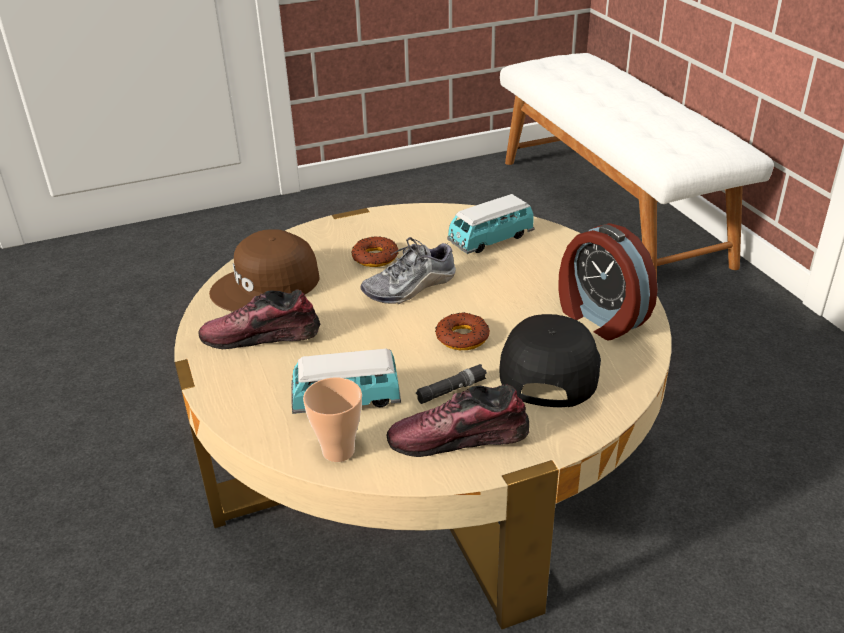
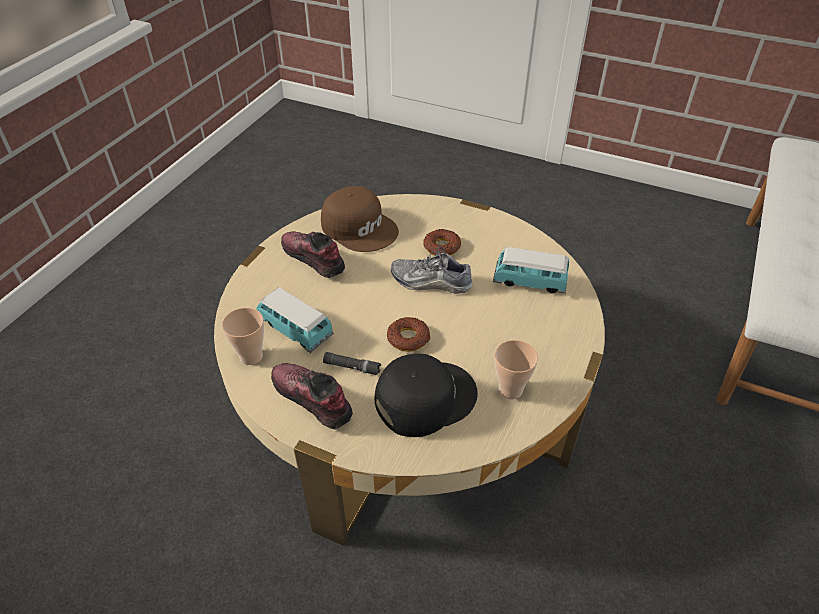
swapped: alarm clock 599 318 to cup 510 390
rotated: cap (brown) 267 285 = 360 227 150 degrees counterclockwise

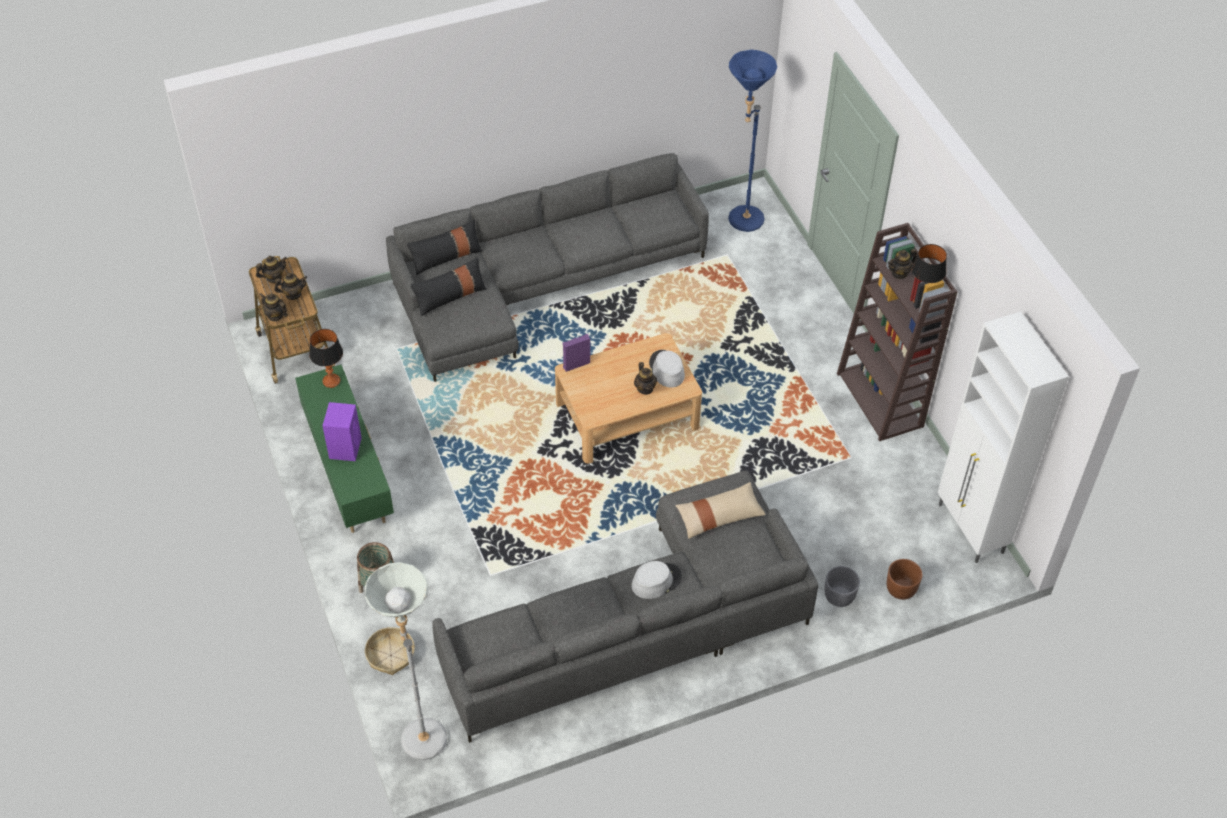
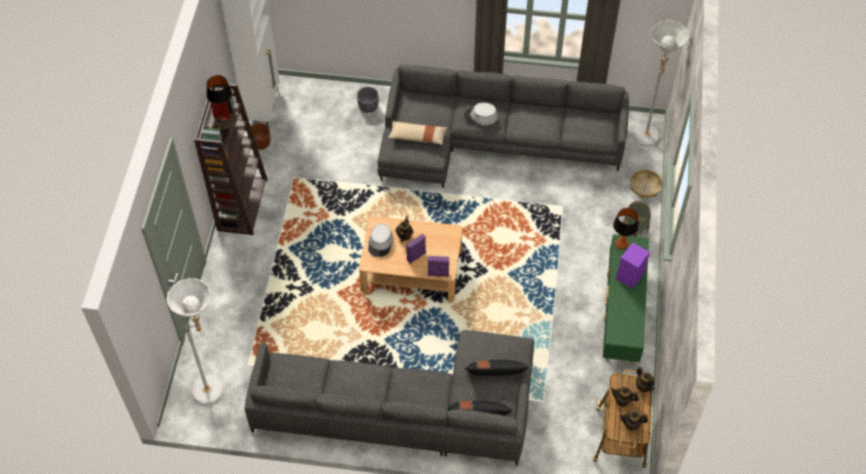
new: speaker (purple) 416 257
shifted: table lamp 331 381 to 622 244; planter (brown) 901 589 to 260 143
repainted: floor lamp (blue) 740 223 to floor lamp (white) 214 389

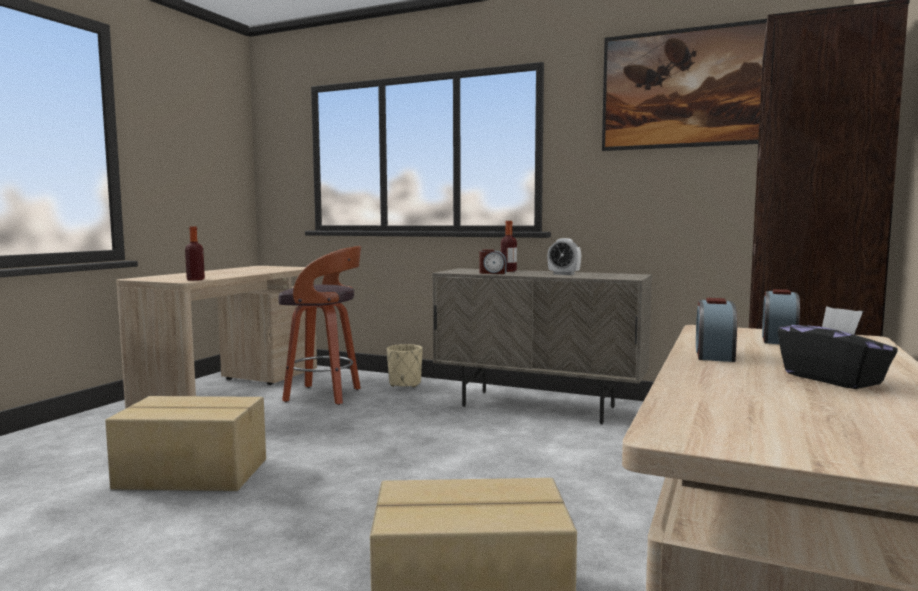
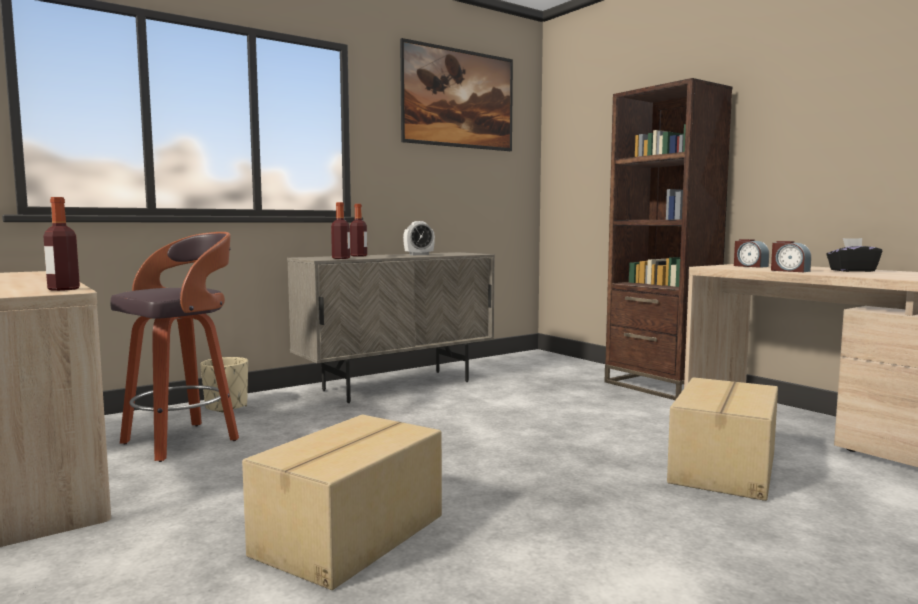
gone: alarm clock 492 273
new: bottle 341 258

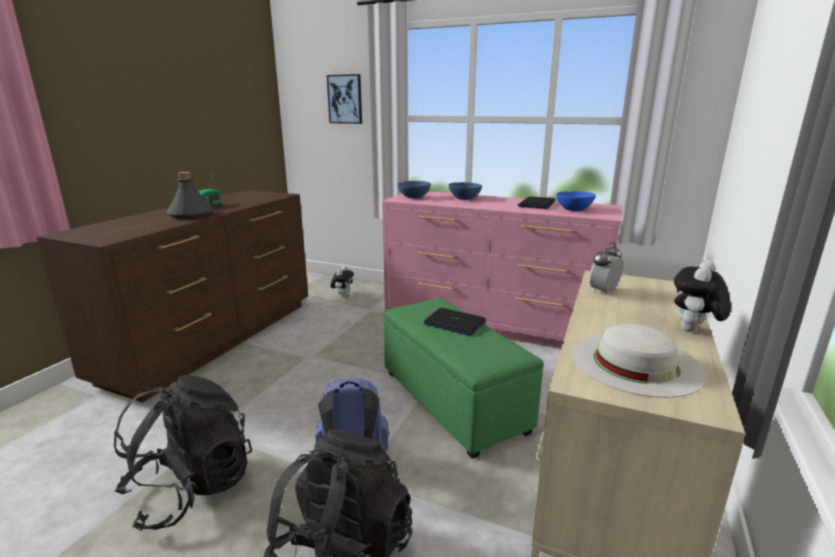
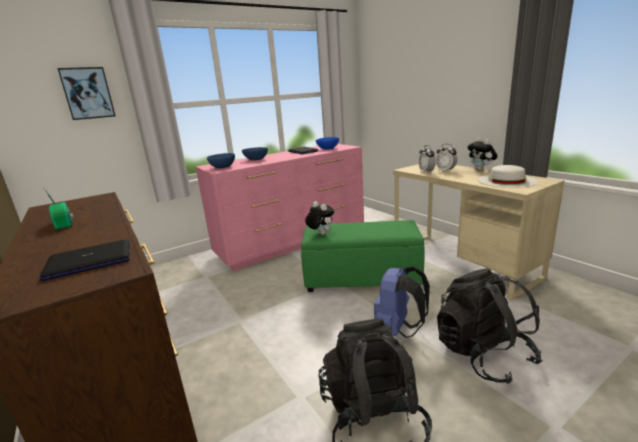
gone: bottle (grey) 191 215
new: alarm clock 445 170
shifted: plush toy 343 295 to 320 234; laptop 454 323 to 89 261

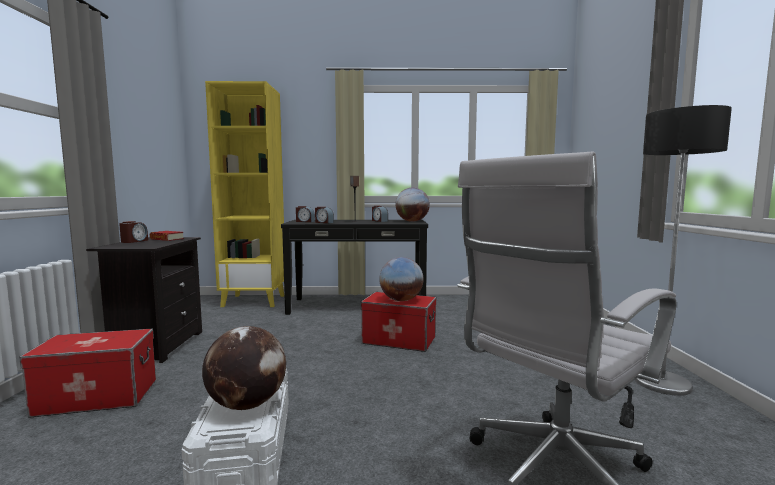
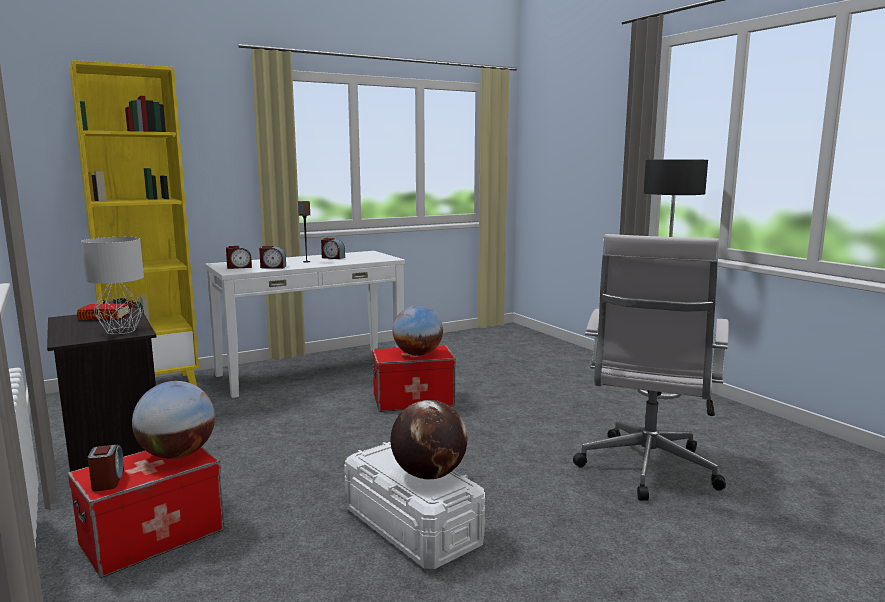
new: table lamp (grey) 120 330
shifted: globe 412 221 to 178 454; alarm clock 134 241 to 108 480
repainted: console table (black) 357 306 to console table (white) 311 371

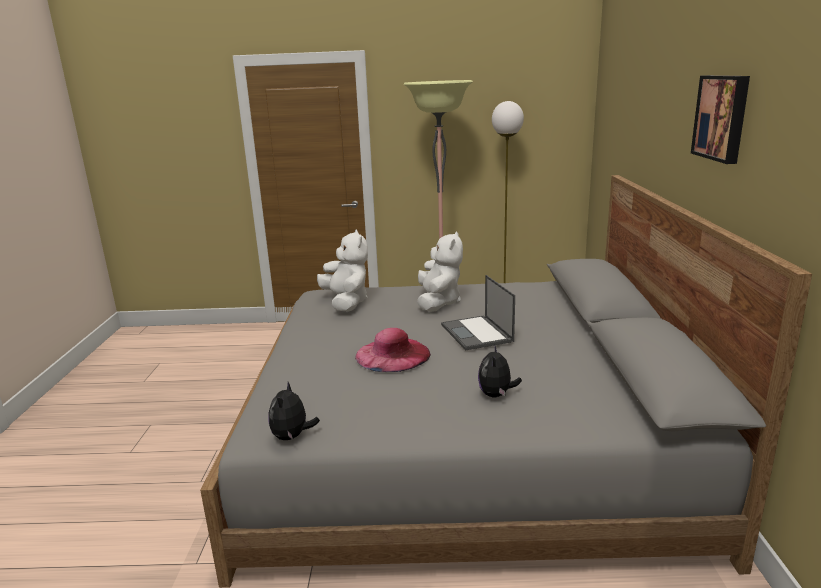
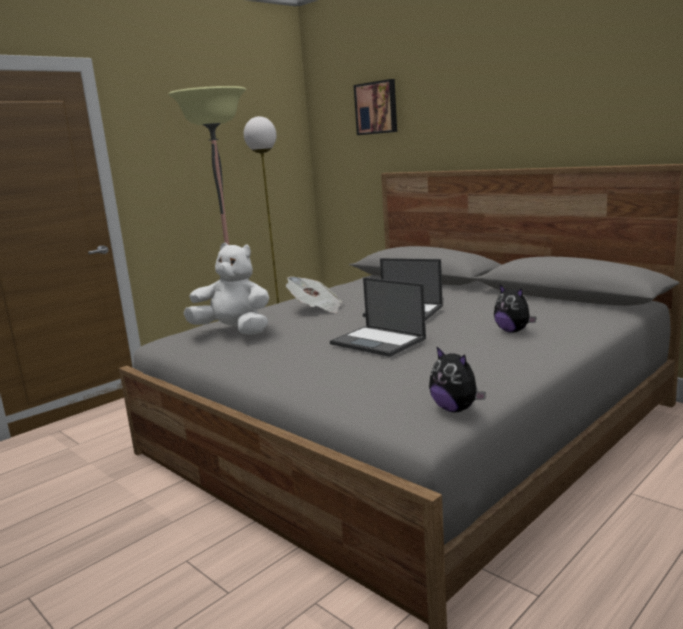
shifted: picture 722 117 to 377 108
swapped: plush toy (white) 438 302 to newspaper 316 309; hat (pink) 392 354 to laptop 379 341

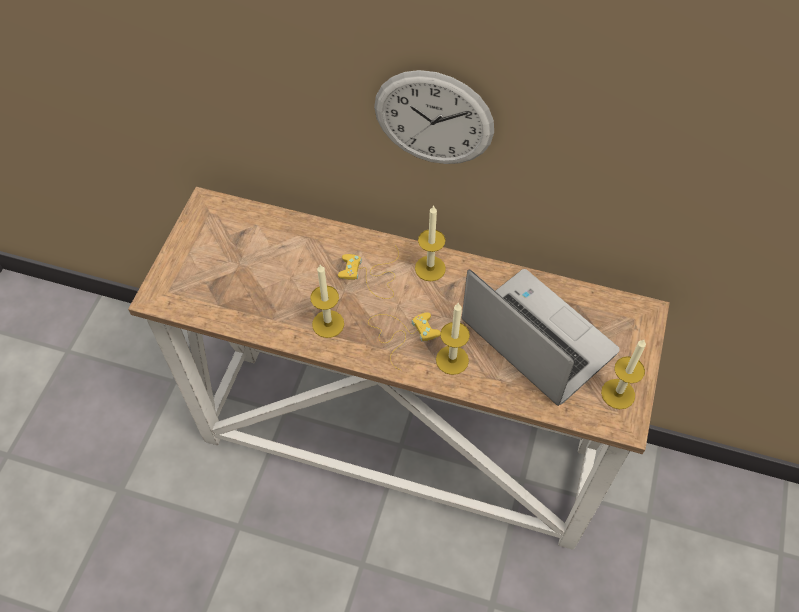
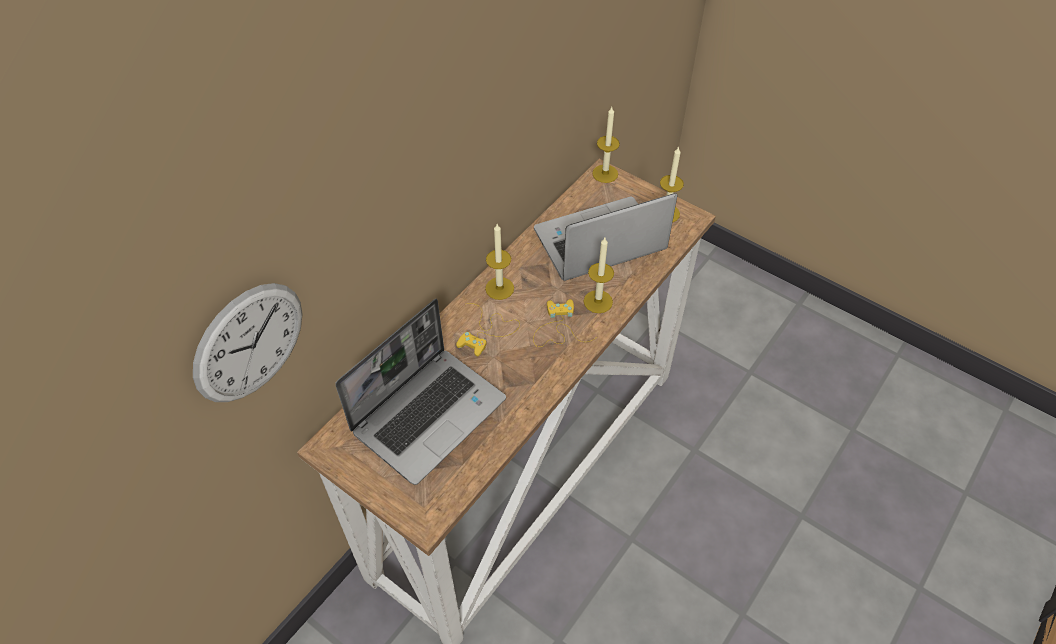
new: laptop 429 413
shifted: wall clock 433 119 to 249 343; candle 328 324 to 605 173

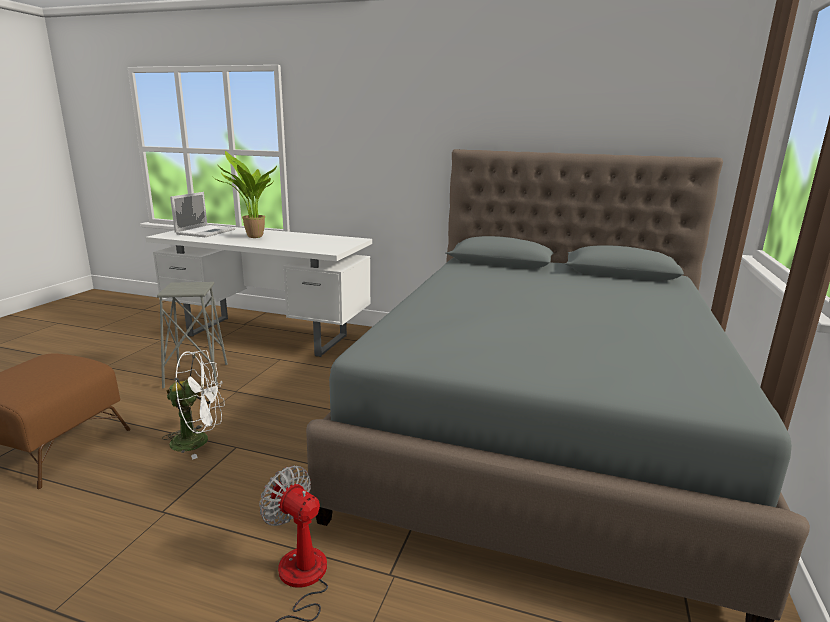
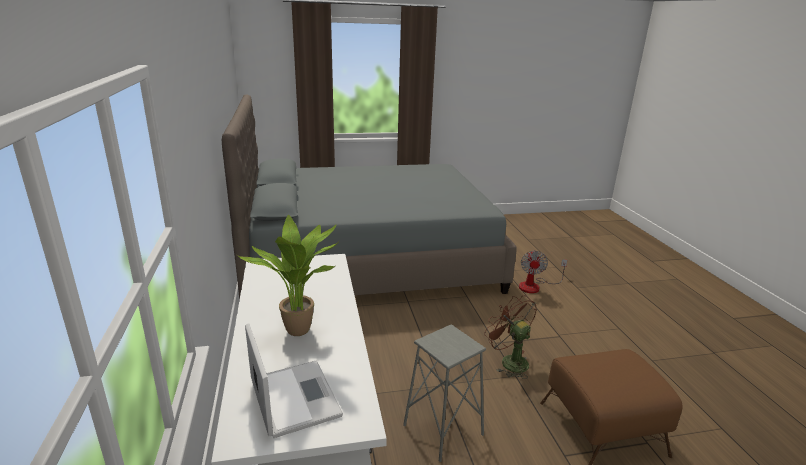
repainted: fan (white) 199 440 to fan (brown) 509 361
rotated: laptop 206 231 = 293 396 75 degrees clockwise

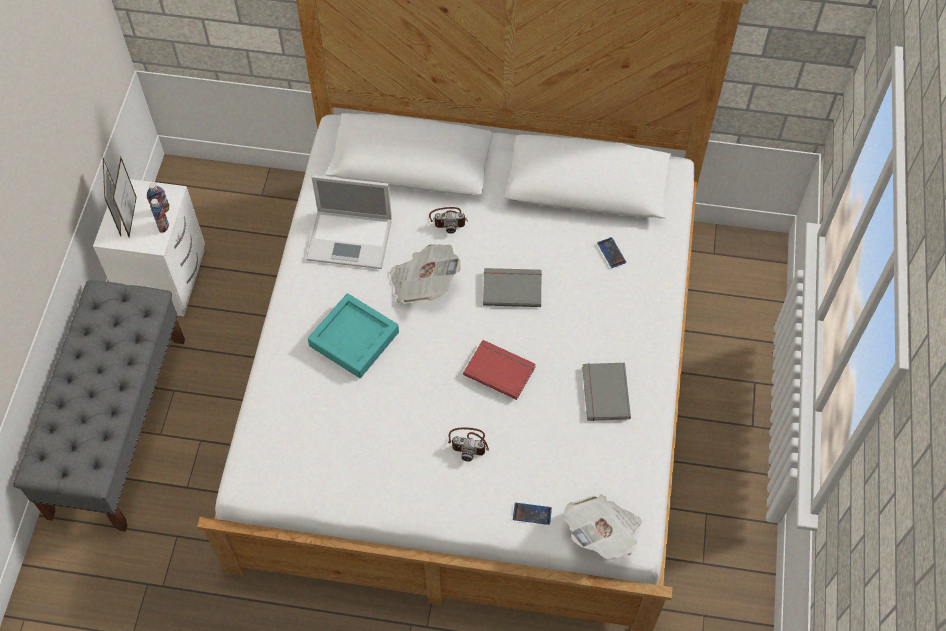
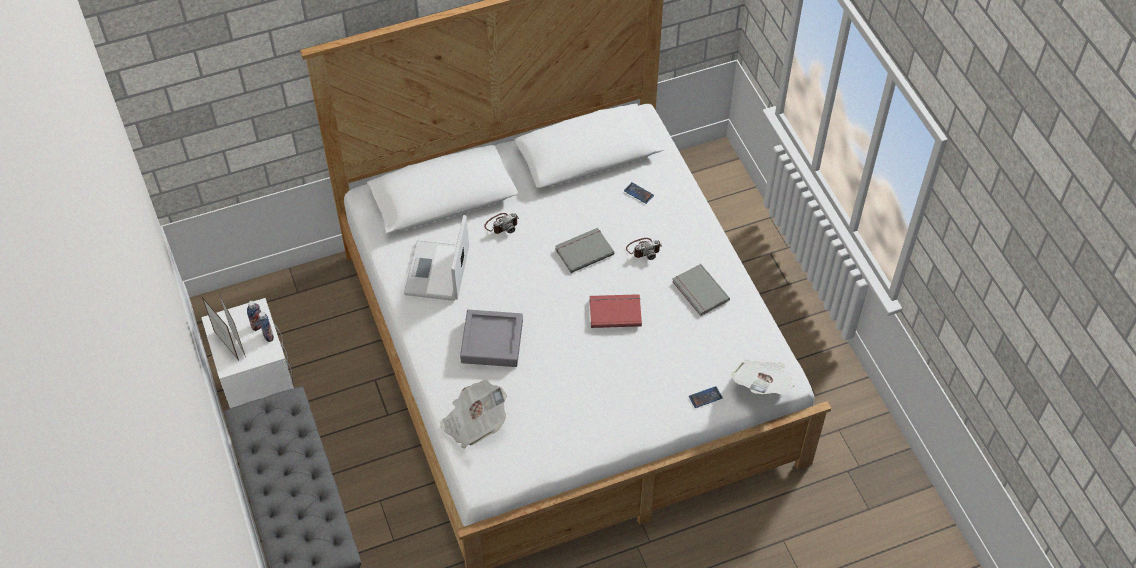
shifted: newspaper 423 283 to 474 423; photo camera 469 443 to 643 249
repainted: tray (turquoise) 354 339 to tray (grey) 492 342
rotated: laptop 351 239 = 437 272 120 degrees clockwise

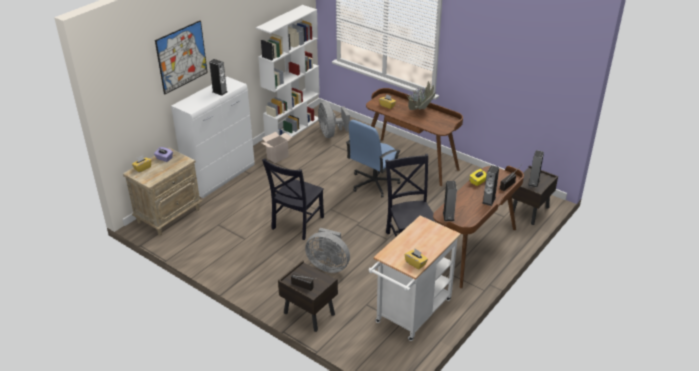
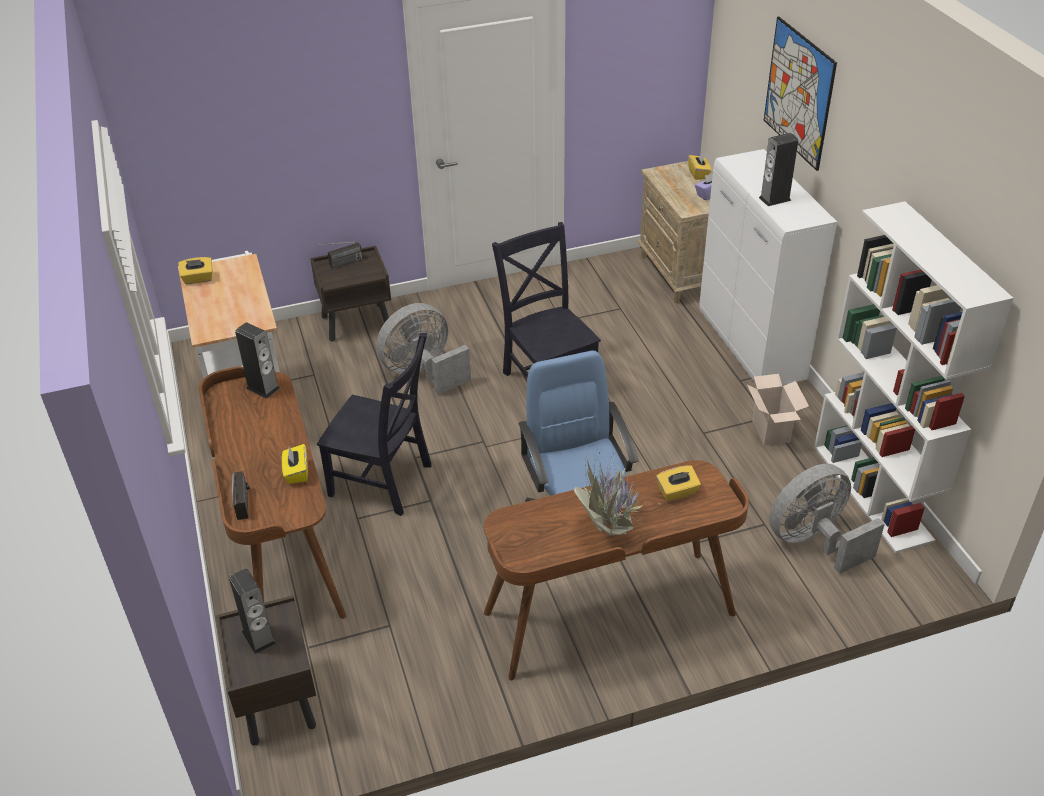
gone: speaker 488 200
rotated: fan (grey) 331 133 = 814 541 45 degrees counterclockwise

